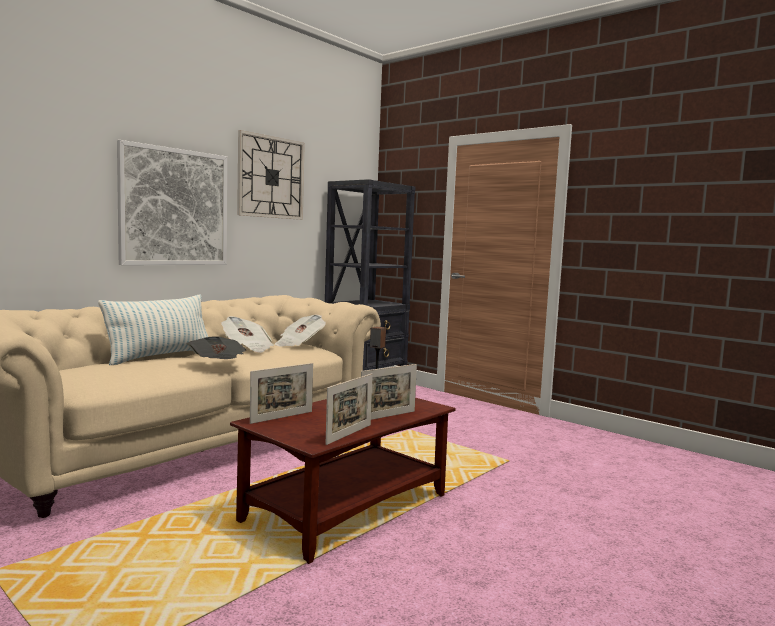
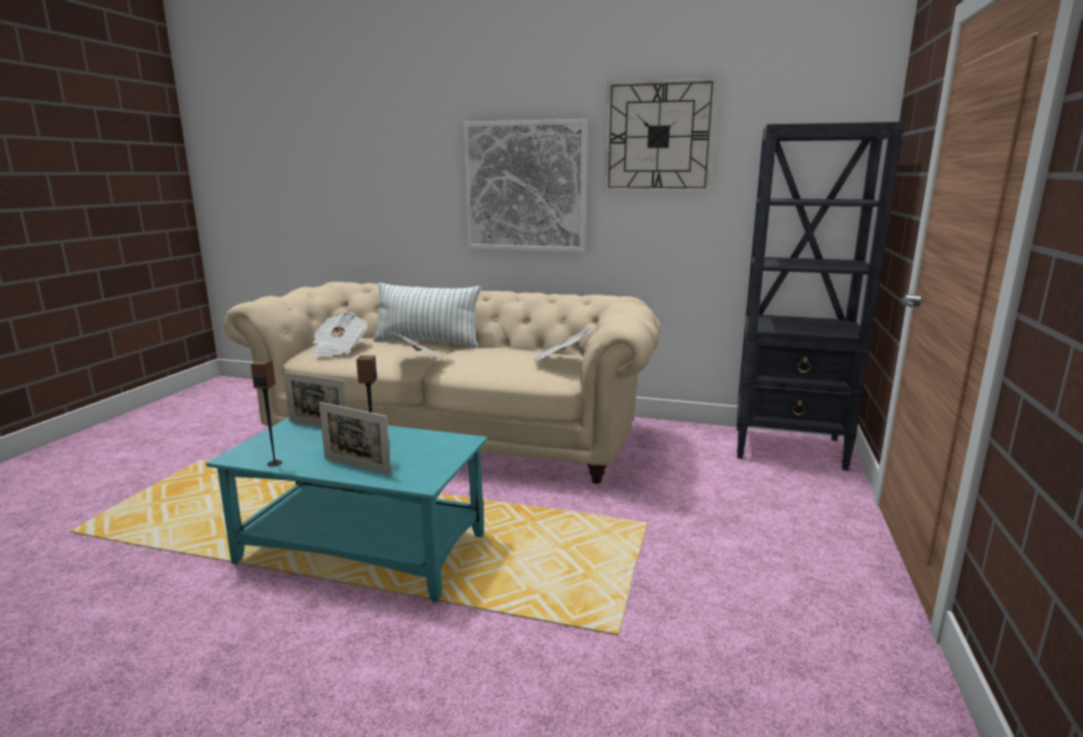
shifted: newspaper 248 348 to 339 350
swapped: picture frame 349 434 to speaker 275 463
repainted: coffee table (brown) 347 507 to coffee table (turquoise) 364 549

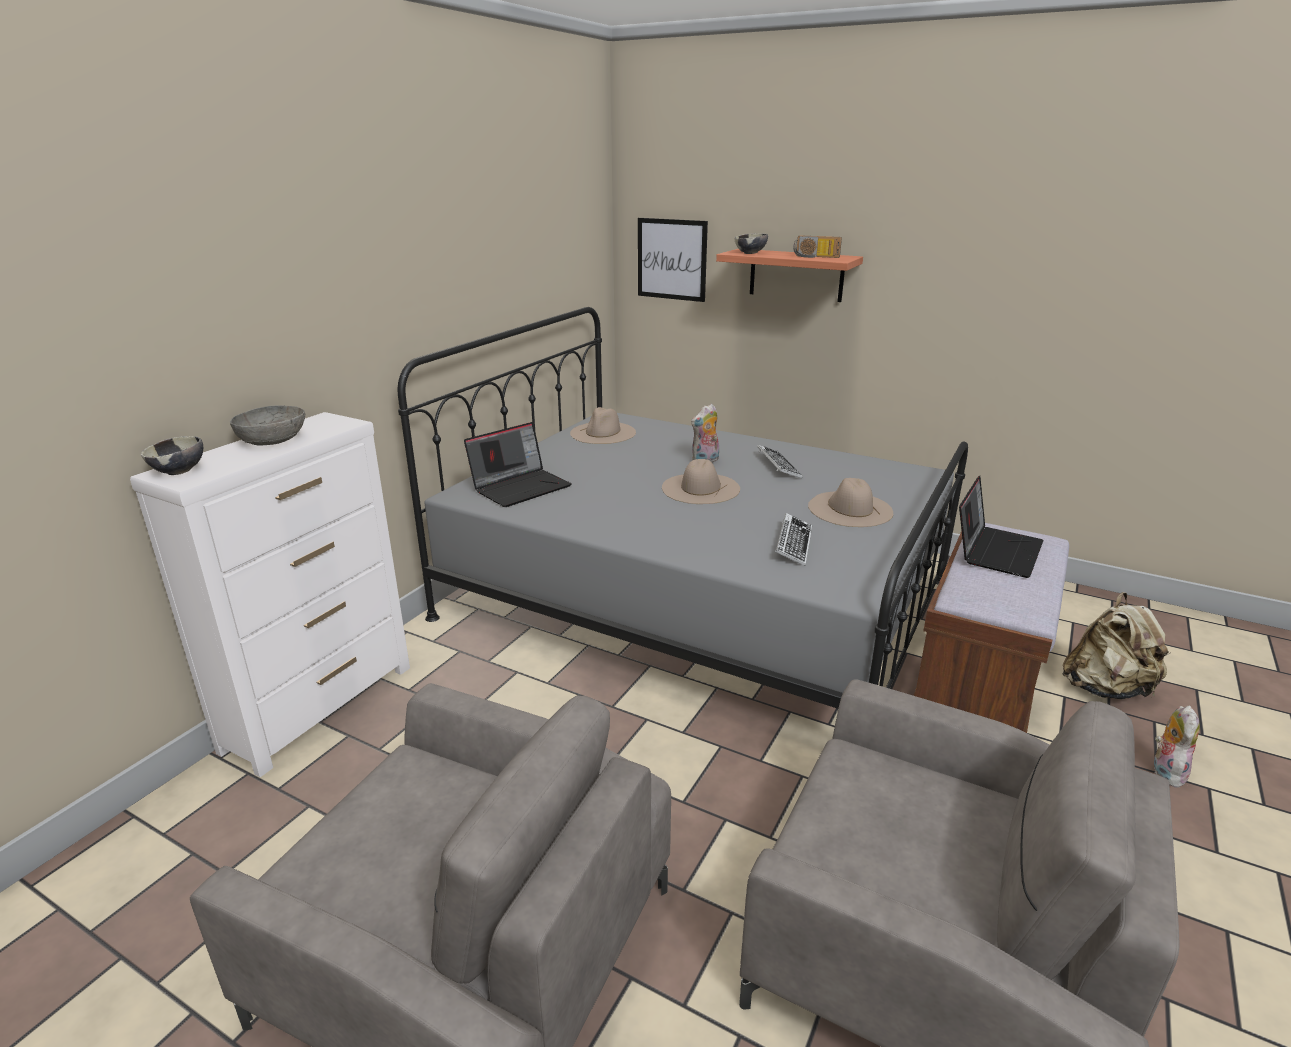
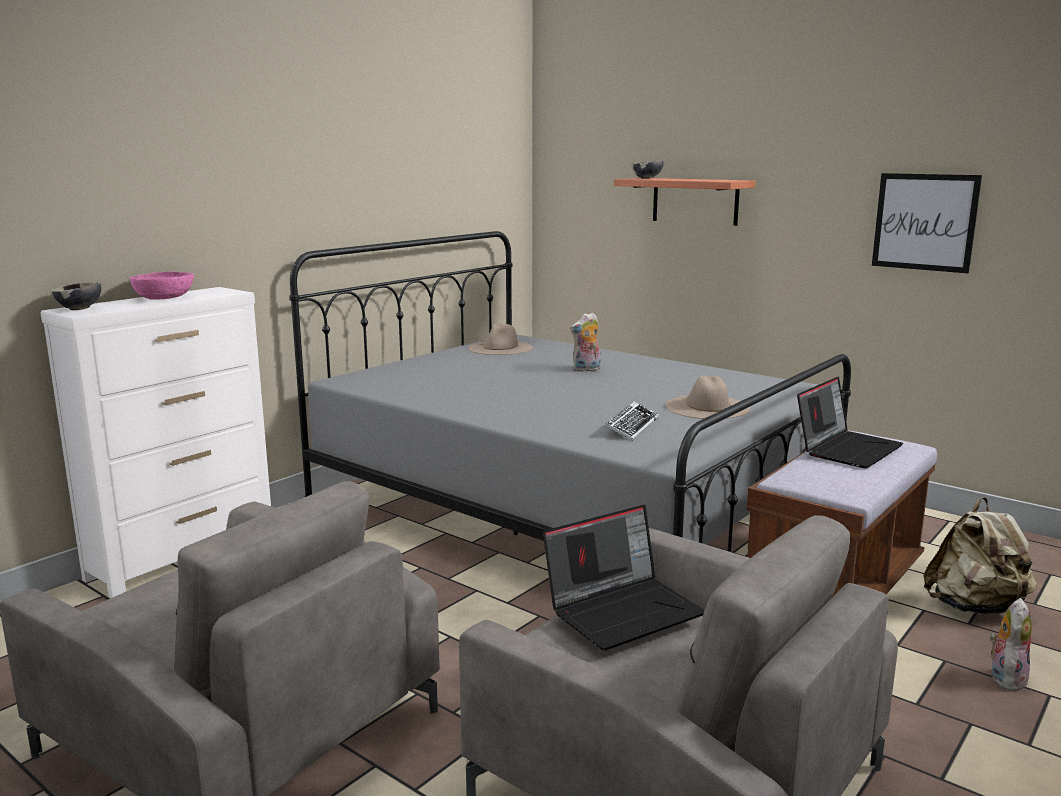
gone: radio 815 257; keyboard 778 466; hat (beige) 700 488
shifted: picture 672 259 to 924 222; laptop 521 487 to 624 609
repainted: bowl (grey) 273 440 to bowl (pink) 164 298

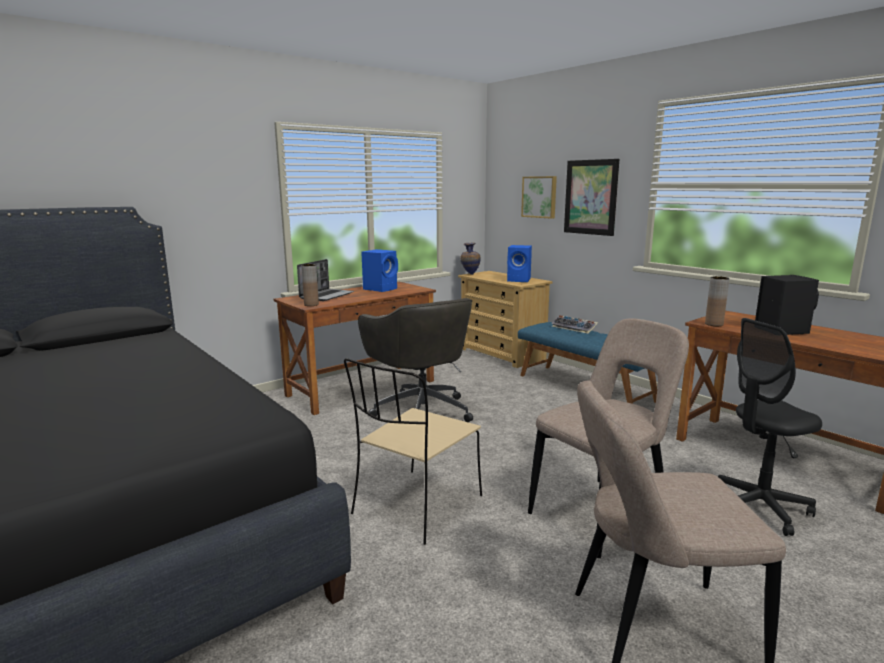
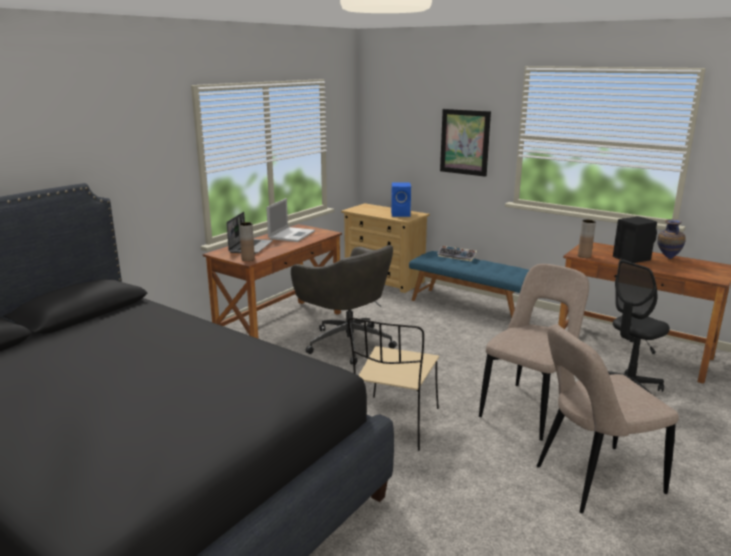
gone: picture 540 197
shifted: vase 470 274 to 667 258
swapped: speaker (blue) 381 289 to laptop 292 235

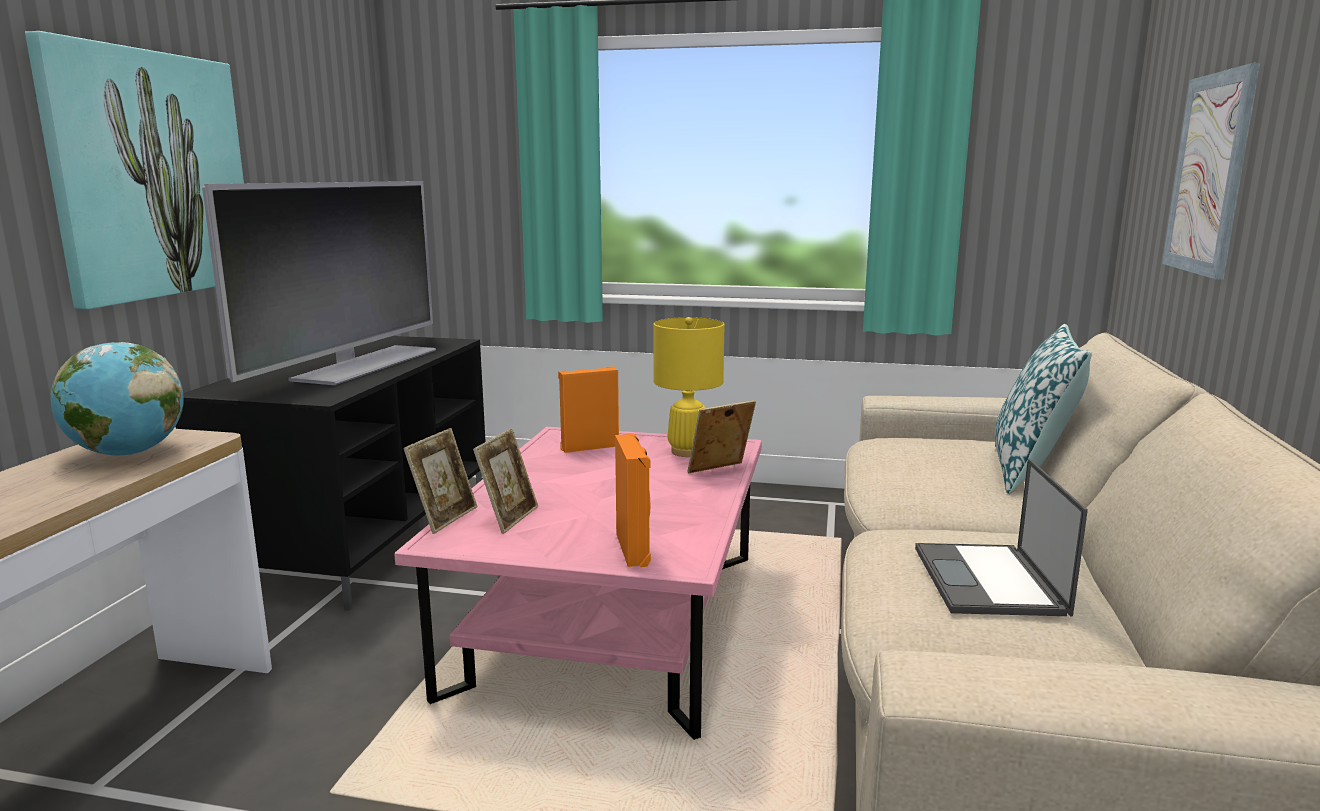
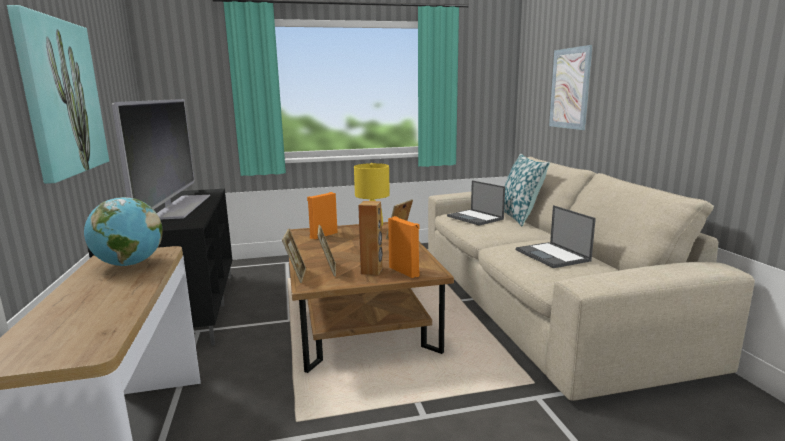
new: laptop 475 218; speaker (brown) 372 271
repainted: coffee table (pink) 612 621 to coffee table (brown) 360 318

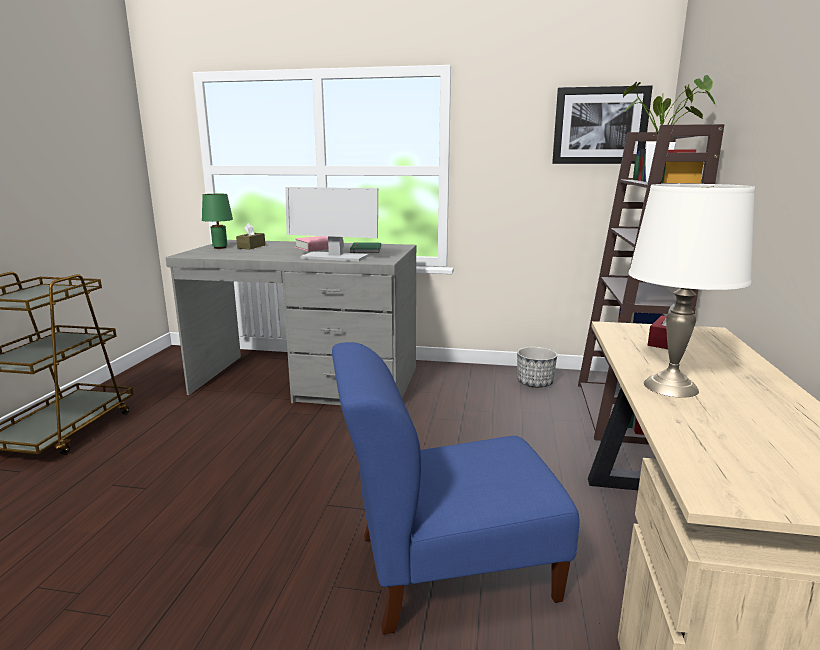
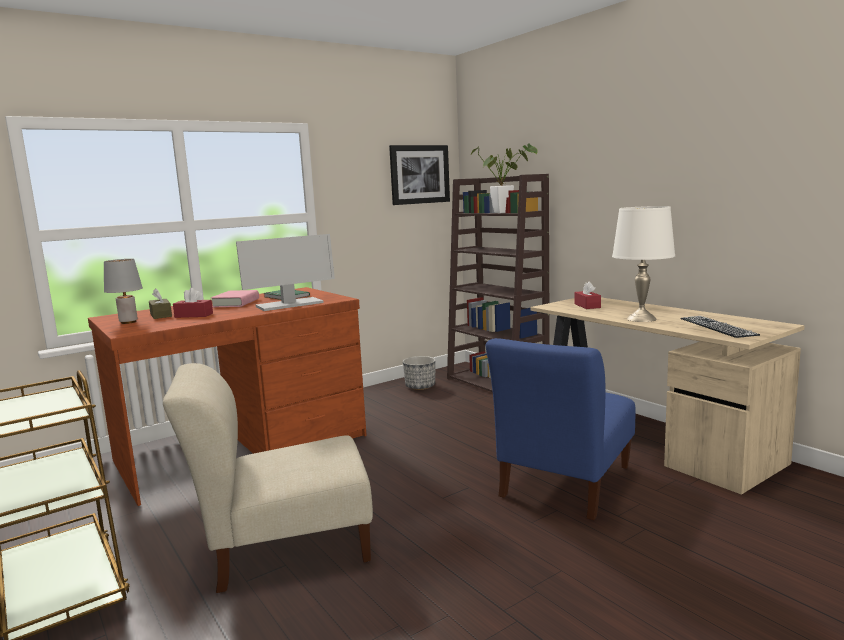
new: tissue box (red) 194 315; keyboard 717 326; chair (beige) 284 548
repainted: table lamp (green) 219 247 to table lamp (grey) 128 322; desk (grey) 308 381 to desk (brown) 244 448

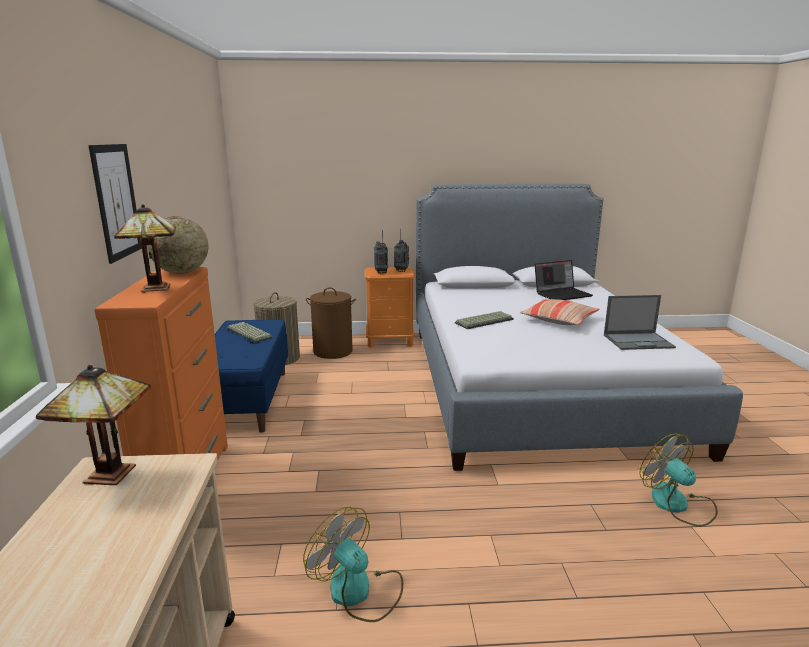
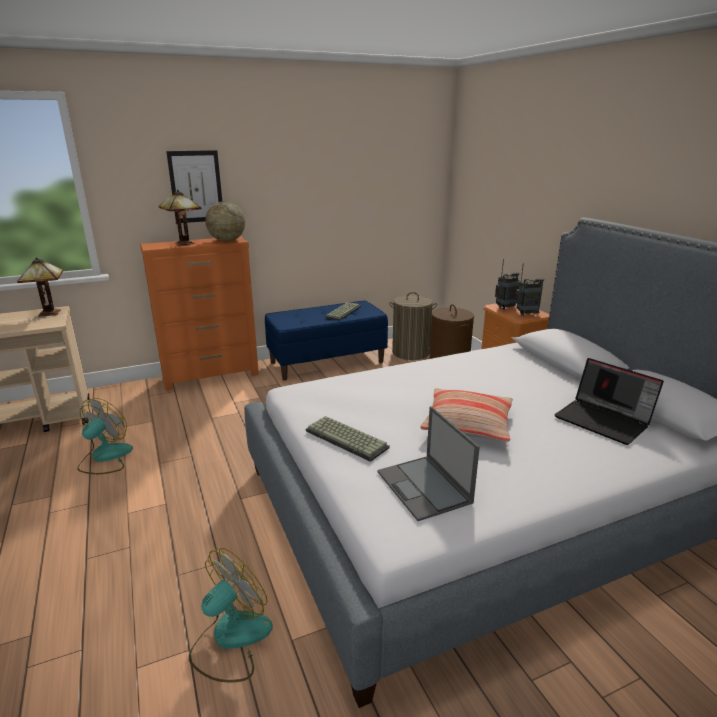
shifted: keyboard 484 321 to 348 439

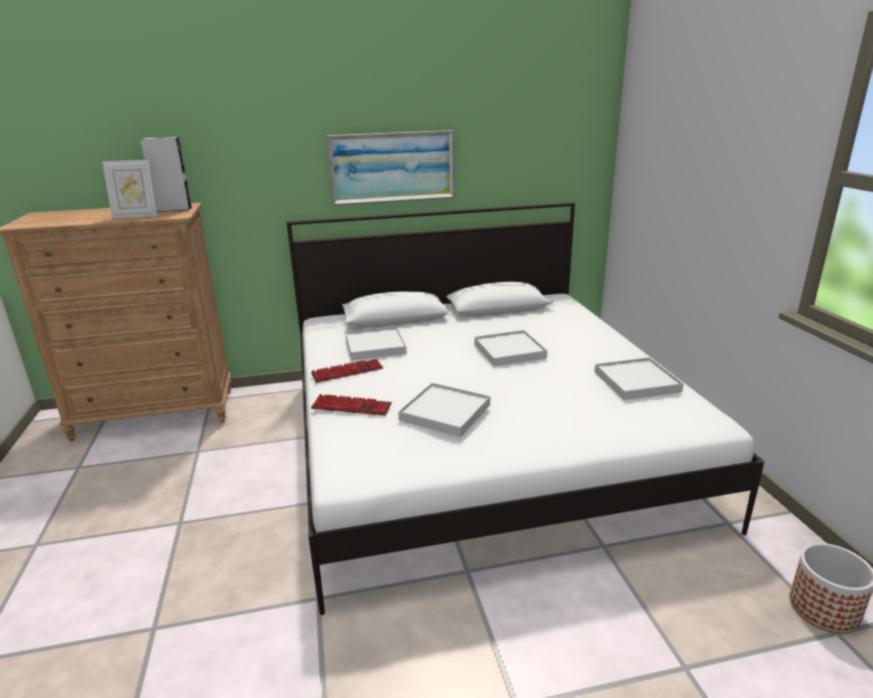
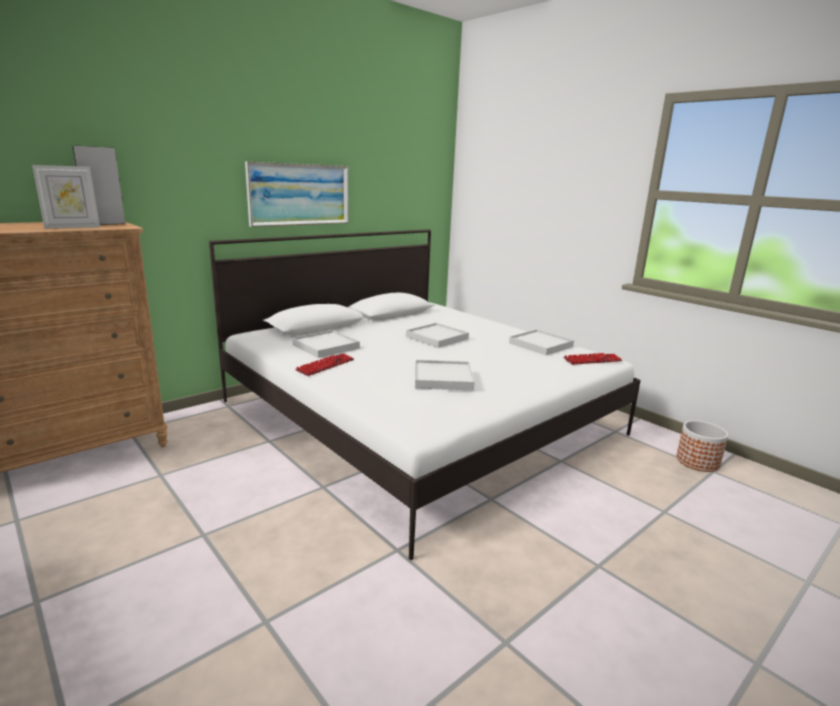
shifted: keyboard 351 407 to 592 360

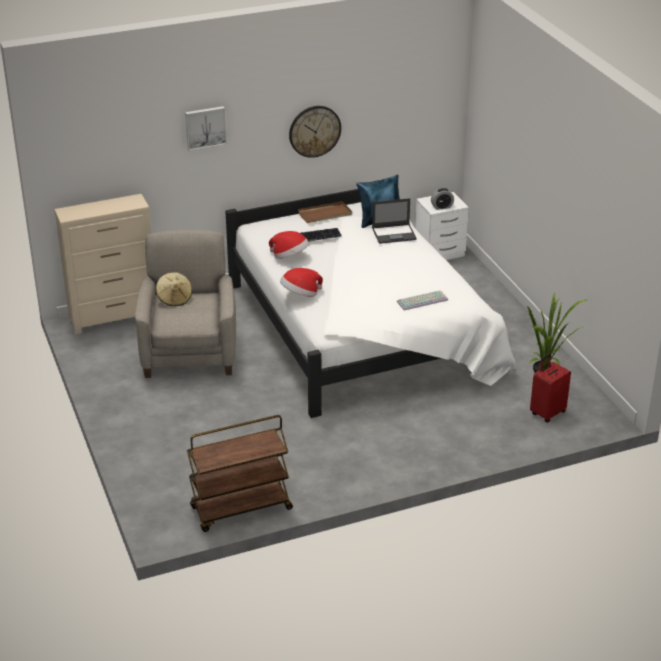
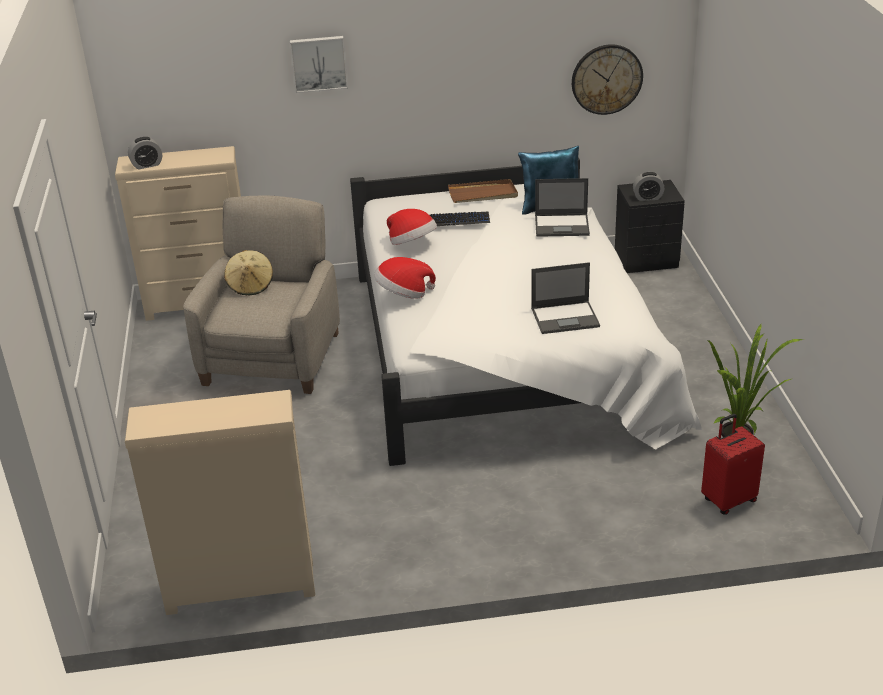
new: alarm clock 147 165
shifted: wall clock 314 131 to 606 79
swapped: keyboard 422 300 to laptop 566 317; cart (brown) 240 509 to dresser (beige) 239 587
repainted: nightstand (white) 440 252 to nightstand (black) 647 260

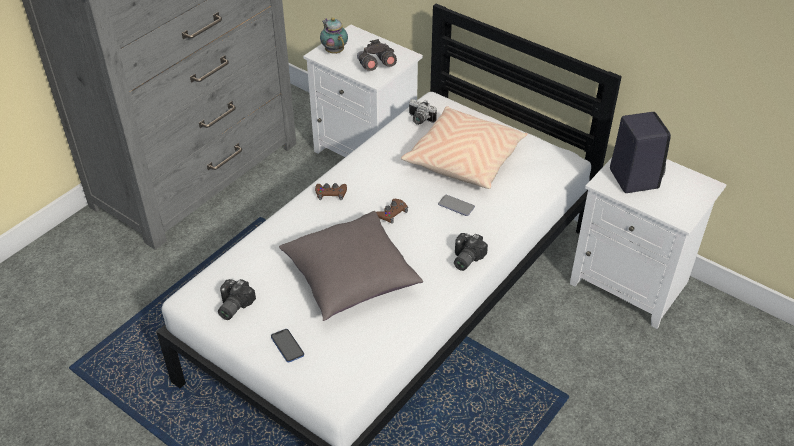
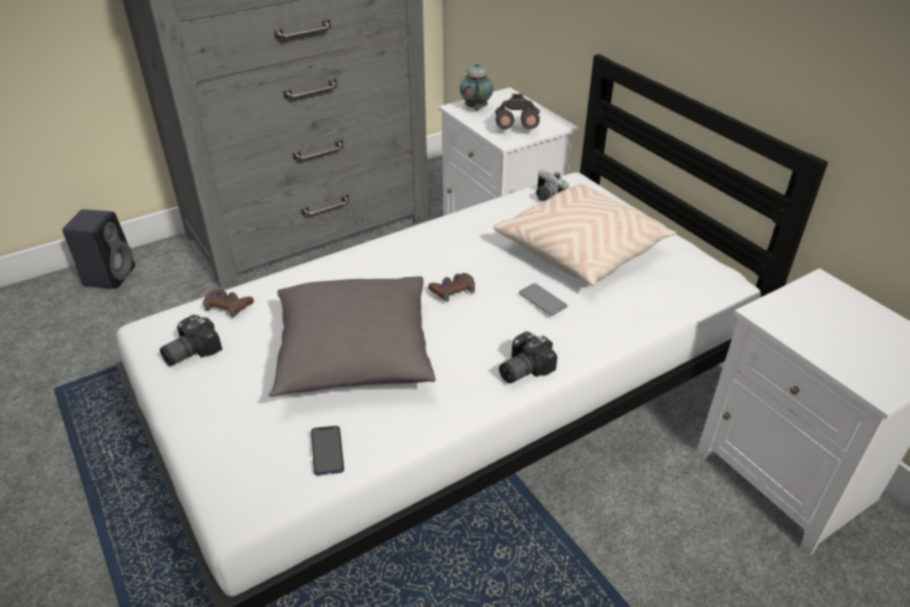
shifted: speaker (black) 632 177 to 110 275; game controller (brown) 331 193 to 228 306; phone 287 346 to 327 451

